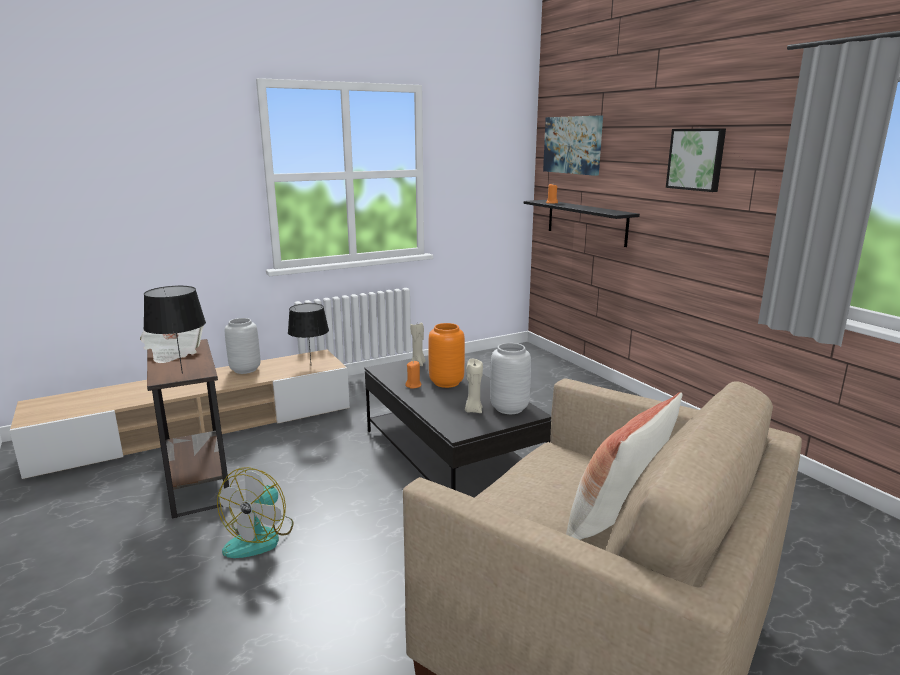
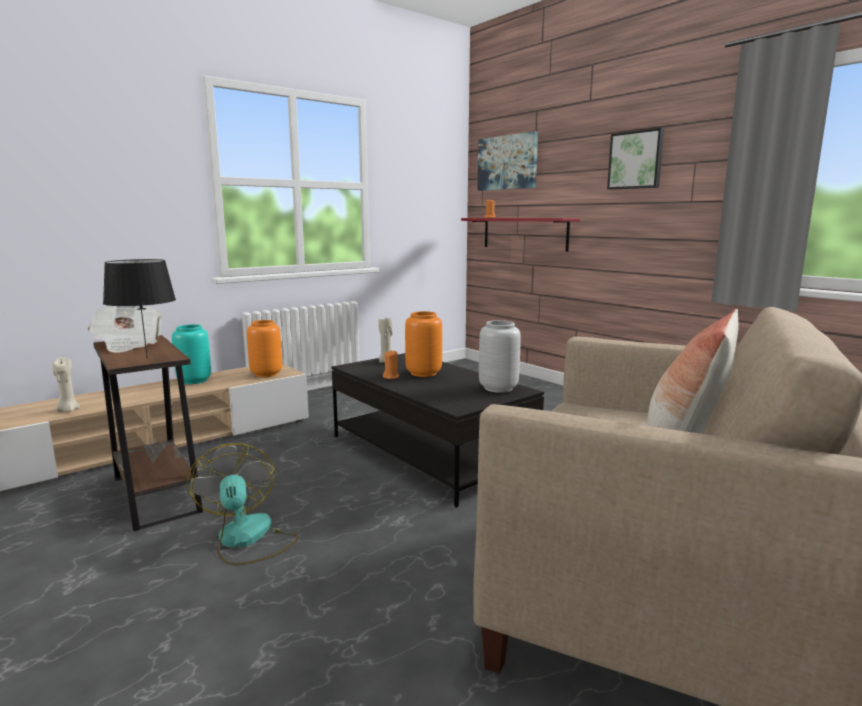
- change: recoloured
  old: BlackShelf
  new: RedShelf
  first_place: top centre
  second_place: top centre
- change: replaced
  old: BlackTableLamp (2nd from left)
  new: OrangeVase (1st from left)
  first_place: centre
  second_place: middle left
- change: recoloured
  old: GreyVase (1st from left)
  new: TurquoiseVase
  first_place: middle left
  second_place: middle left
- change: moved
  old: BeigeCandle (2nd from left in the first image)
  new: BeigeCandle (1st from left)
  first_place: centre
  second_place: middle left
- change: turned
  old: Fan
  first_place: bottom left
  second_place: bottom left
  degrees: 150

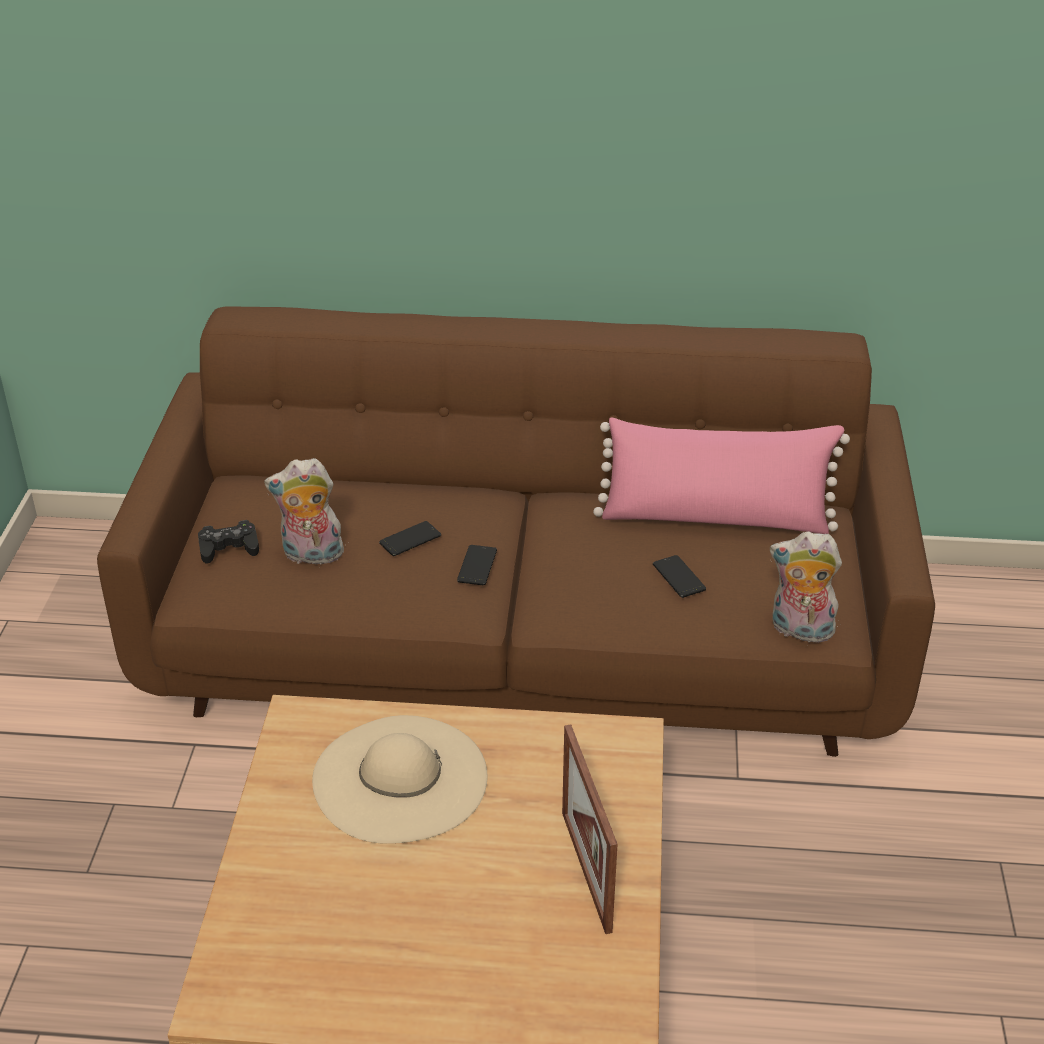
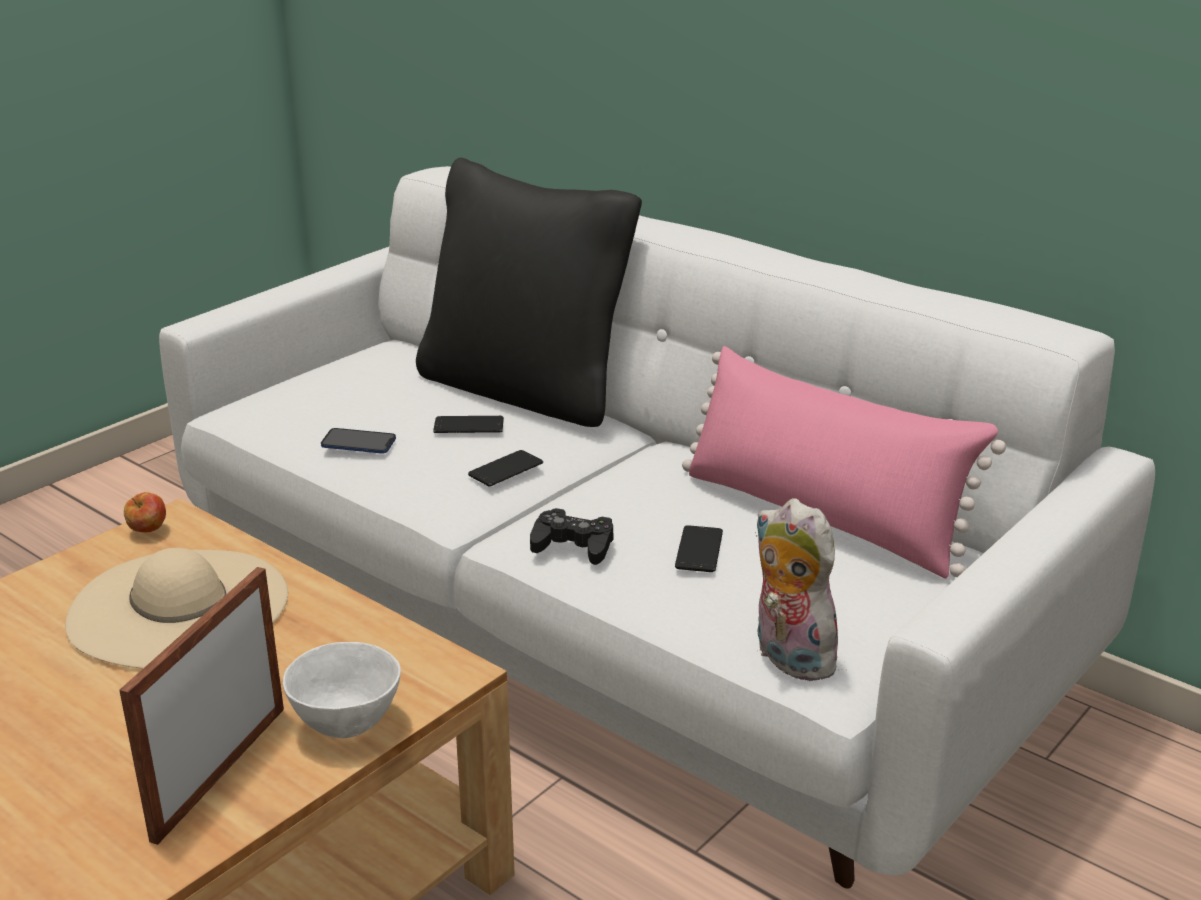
- change: recoloured
  old: BrownSofa
  new: WhiteSofa
  first_place: centre
  second_place: centre
- change: removed
  old: PlushToy (1st from left)
  first_place: middle left
- change: moved
  old: BlackGameController
  first_place: middle left
  second_place: centre
- change: added
  new: BlackPillow
  second_place: top centre
- change: added
  new: Phone (1st from left)
  second_place: middle left
- change: added
  new: Apple
  second_place: middle left
- change: added
  new: WhiteBowl
  second_place: bottom left

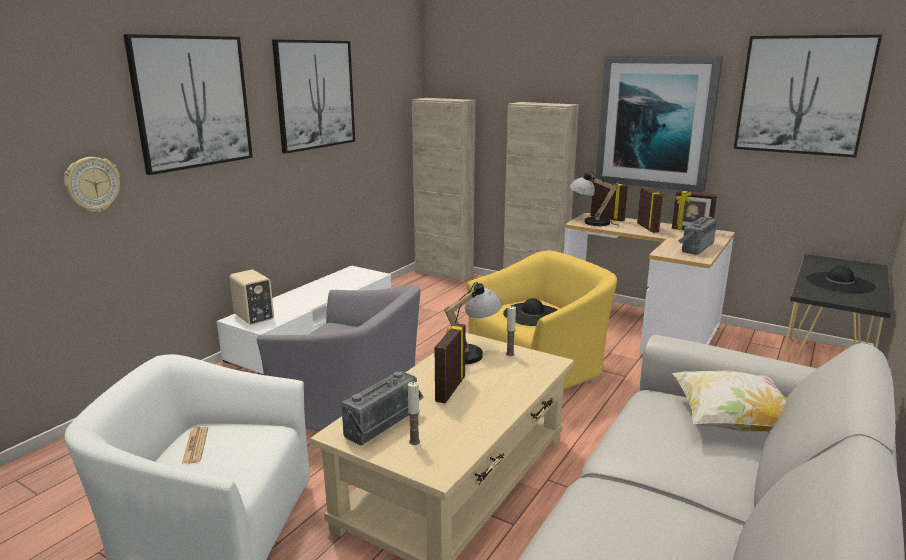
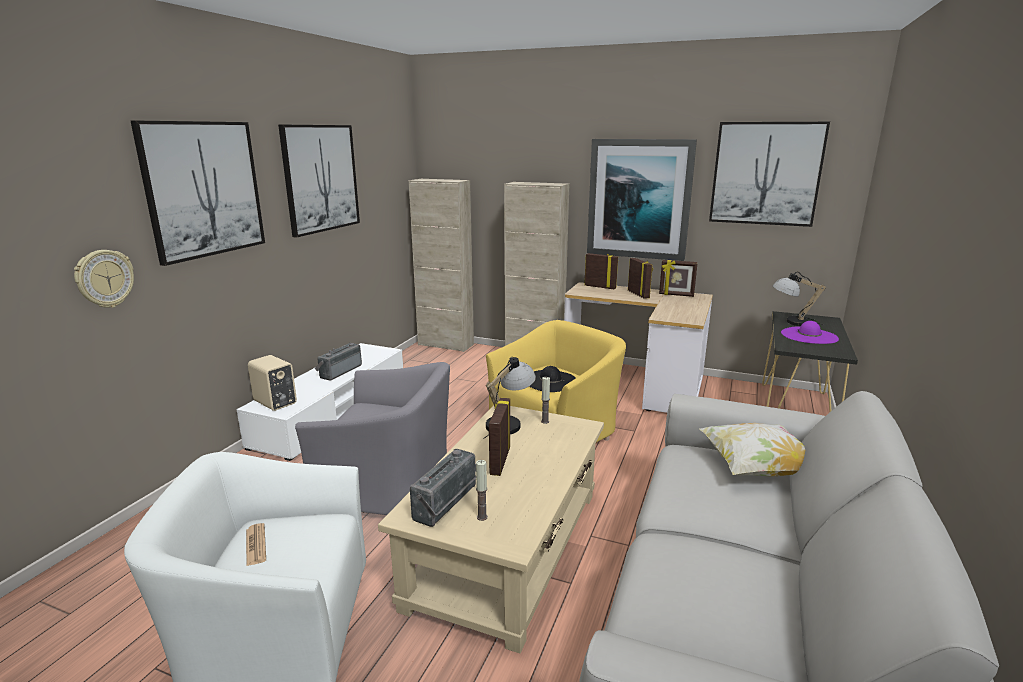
- change: moved
  old: TableLamp (2nd from left)
  first_place: centre
  second_place: middle right
- change: moved
  old: Radio (2nd from left in the first image)
  new: Radio (1st from left)
  first_place: middle right
  second_place: middle left
- change: recoloured
  old: BlackHat (2nd from left)
  new: PurpleHat
  first_place: middle right
  second_place: middle right

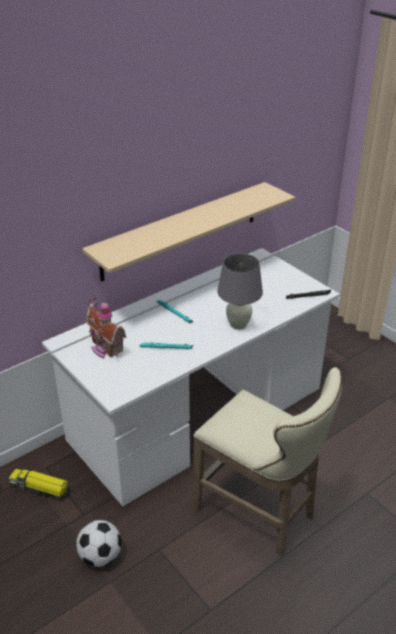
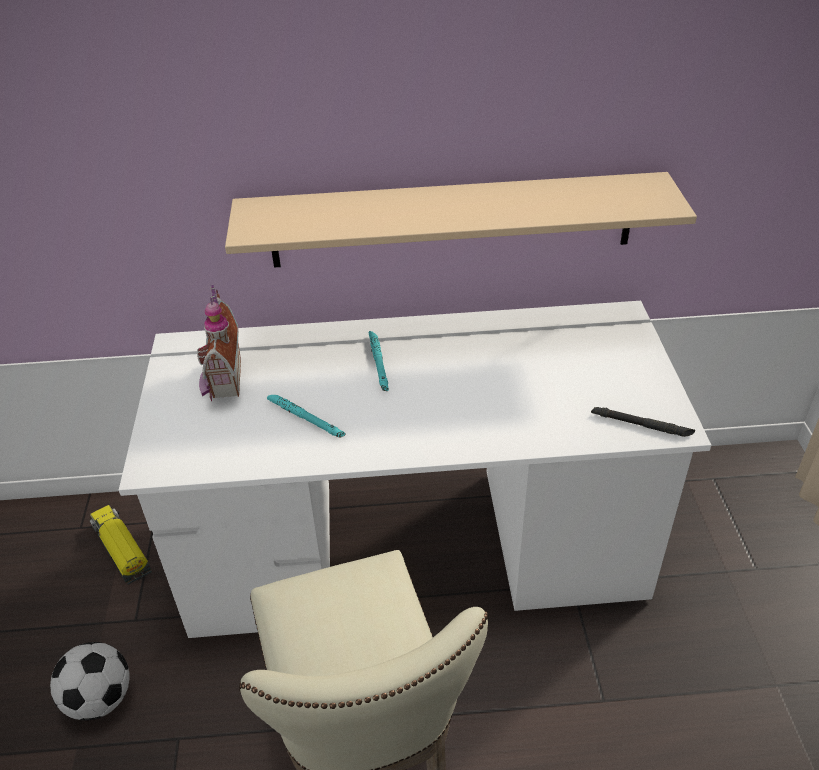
- change: removed
  old: GreyTableLamp
  first_place: centre

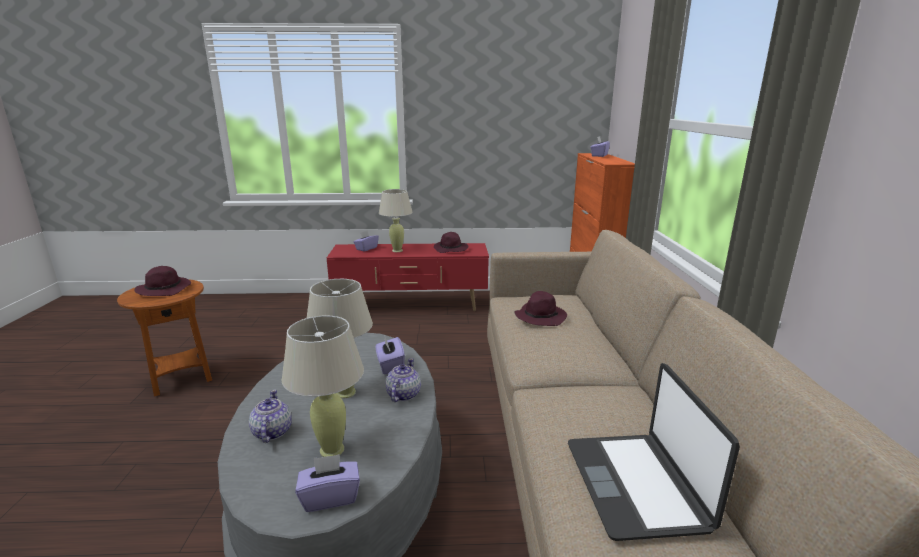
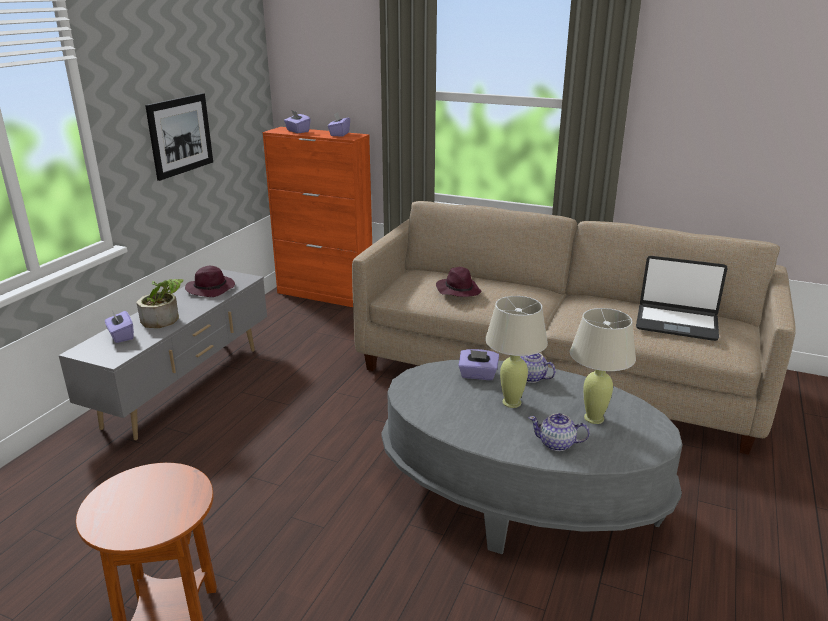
- change: replaced
  old: BeigeTableLamp (3rd from left)
  new: PottedPlant
  first_place: centre
  second_place: middle left
- change: recoloured
  old: RedTvStand
  new: GreyTvStand
  first_place: centre
  second_place: middle left
- change: removed
  old: PurpleHat (1st from left)
  first_place: middle left
- change: moved
  old: PurpleTissueBox (1st from left in the first image)
  new: PurpleTissueBox (3rd from left)
  first_place: bottom centre
  second_place: top centre
- change: added
  new: Picture
  second_place: top left

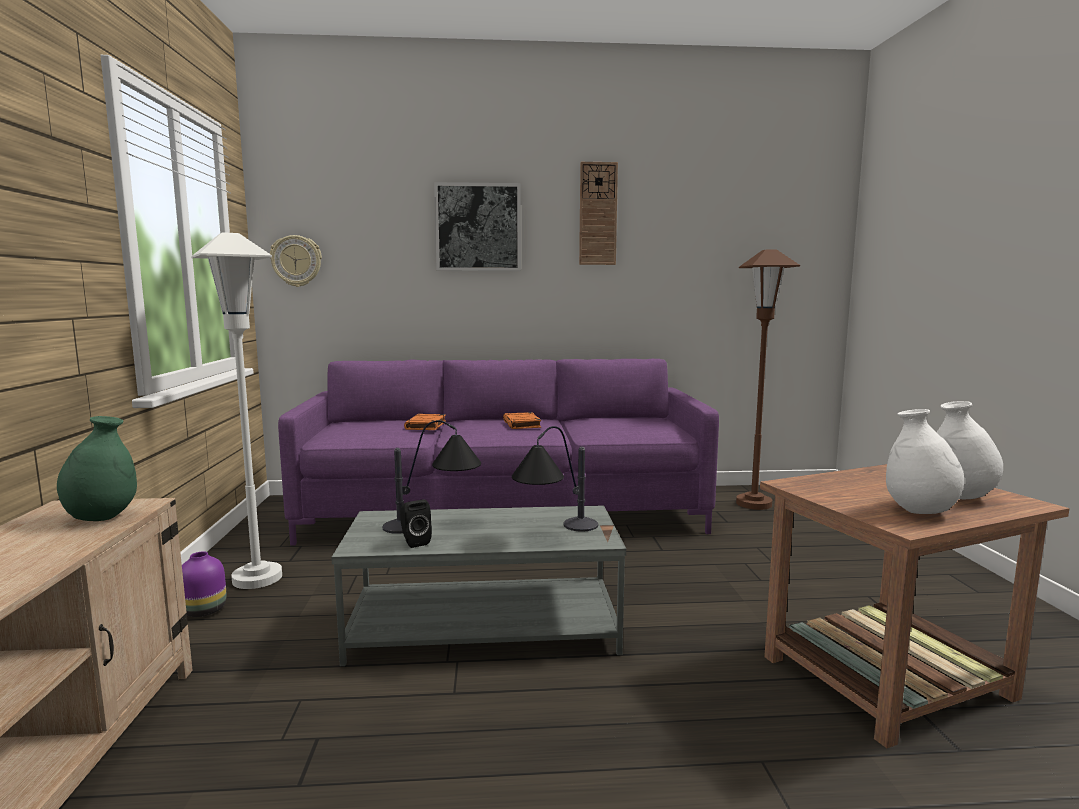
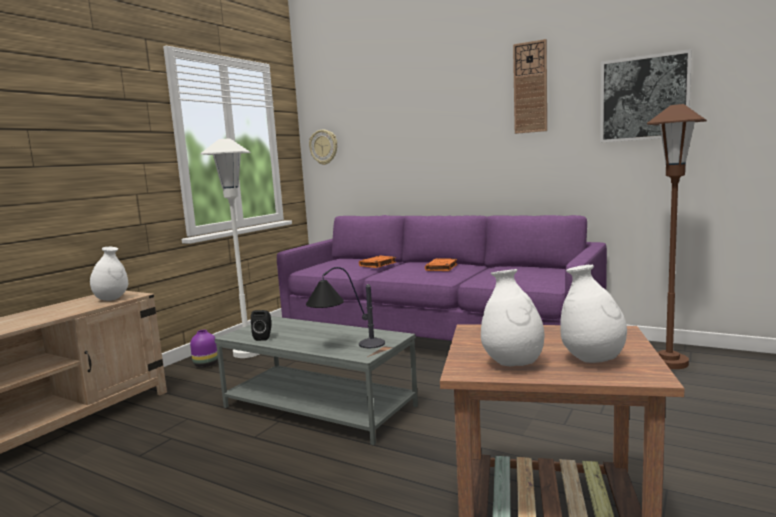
- change: moved
  old: Picture
  first_place: top centre
  second_place: top right
- change: recoloured
  old: GreenVase
  new: WhiteVase (1st from left)
  first_place: middle left
  second_place: middle left
- change: removed
  old: TableLamp (1st from left)
  first_place: centre

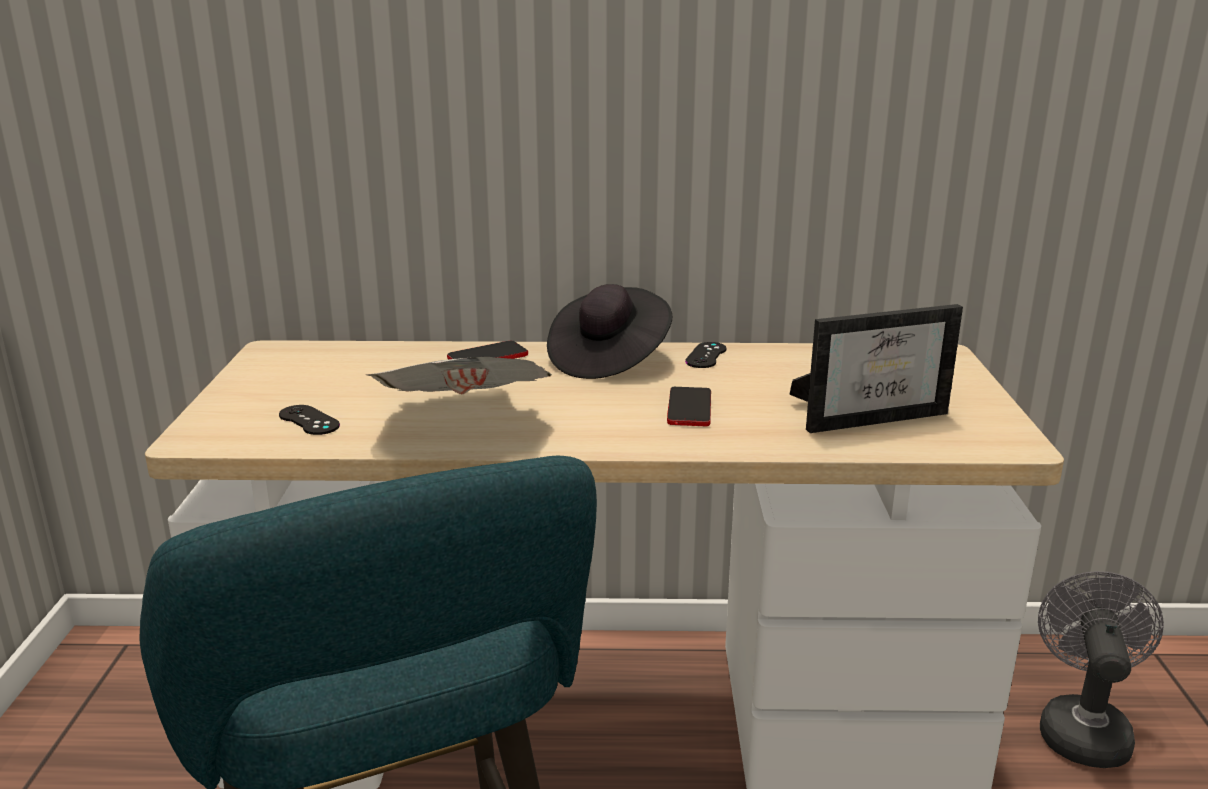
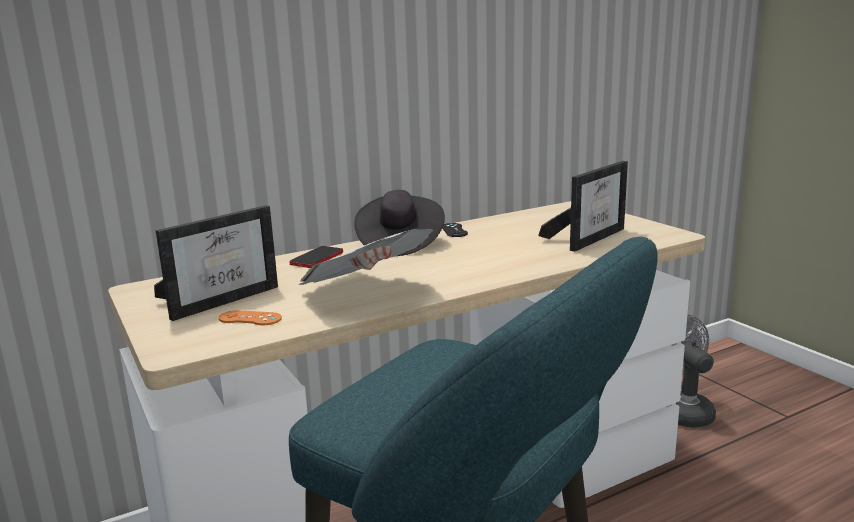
- change: removed
  old: Phone (2nd from left)
  first_place: centre
- change: recoloured
  old: BlackGameController (1st from left)
  new: OrangeGameController
  first_place: middle left
  second_place: middle left
- change: added
  new: PictureFrame (1st from left)
  second_place: middle left

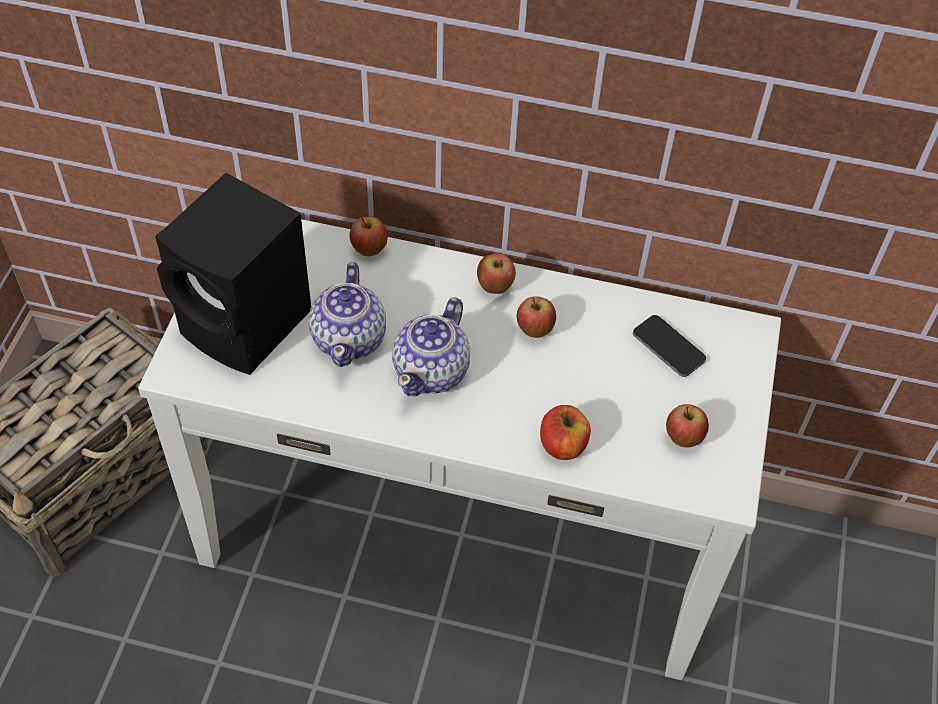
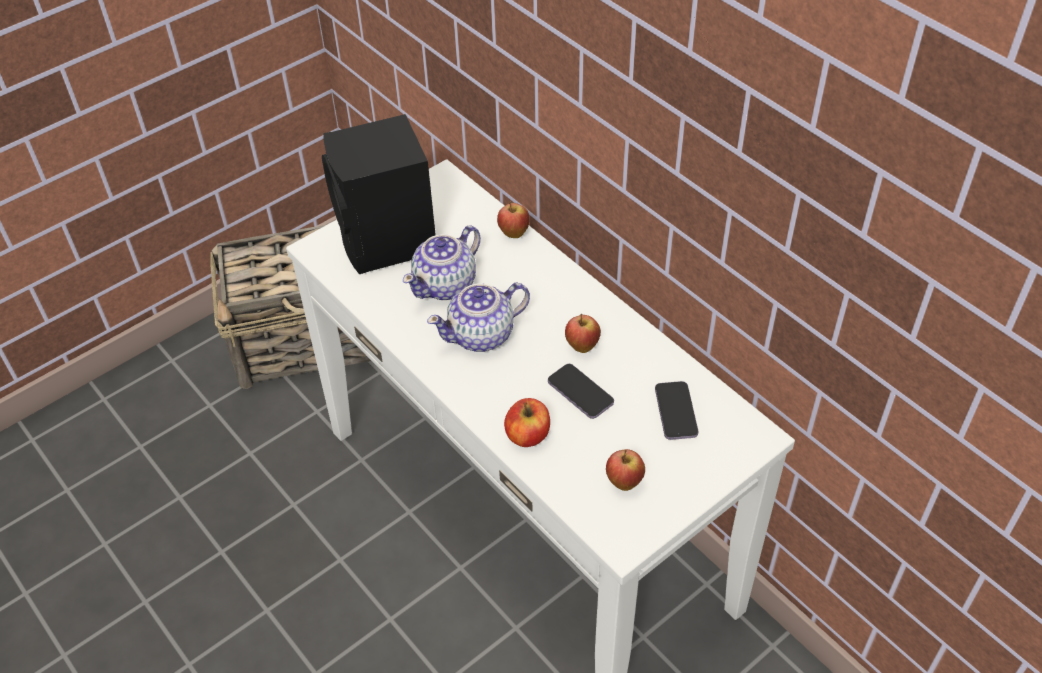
- change: removed
  old: Apple (2nd from left)
  first_place: centre
- change: added
  new: Phone (1st from left)
  second_place: centre

